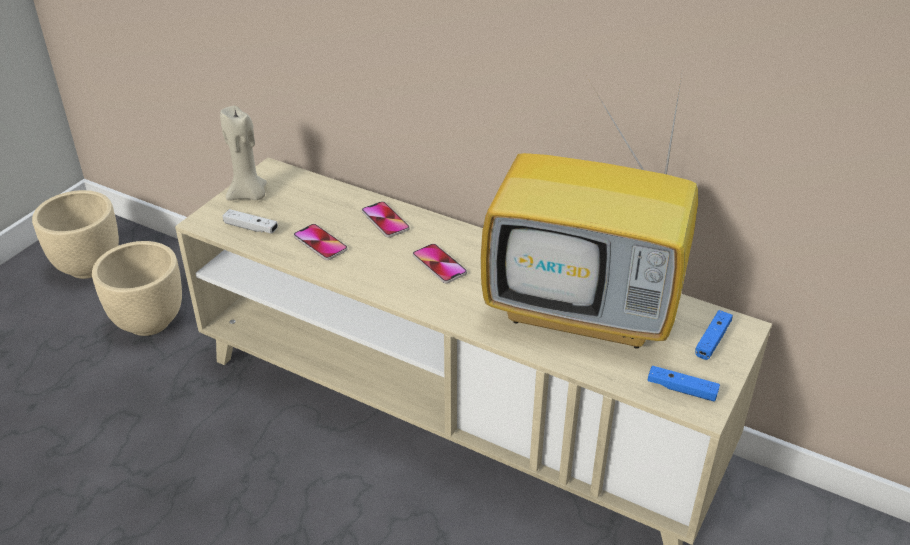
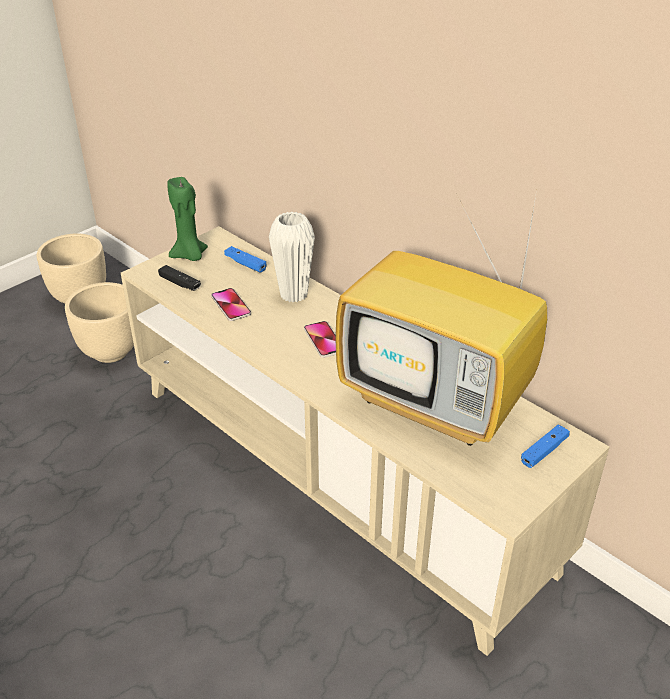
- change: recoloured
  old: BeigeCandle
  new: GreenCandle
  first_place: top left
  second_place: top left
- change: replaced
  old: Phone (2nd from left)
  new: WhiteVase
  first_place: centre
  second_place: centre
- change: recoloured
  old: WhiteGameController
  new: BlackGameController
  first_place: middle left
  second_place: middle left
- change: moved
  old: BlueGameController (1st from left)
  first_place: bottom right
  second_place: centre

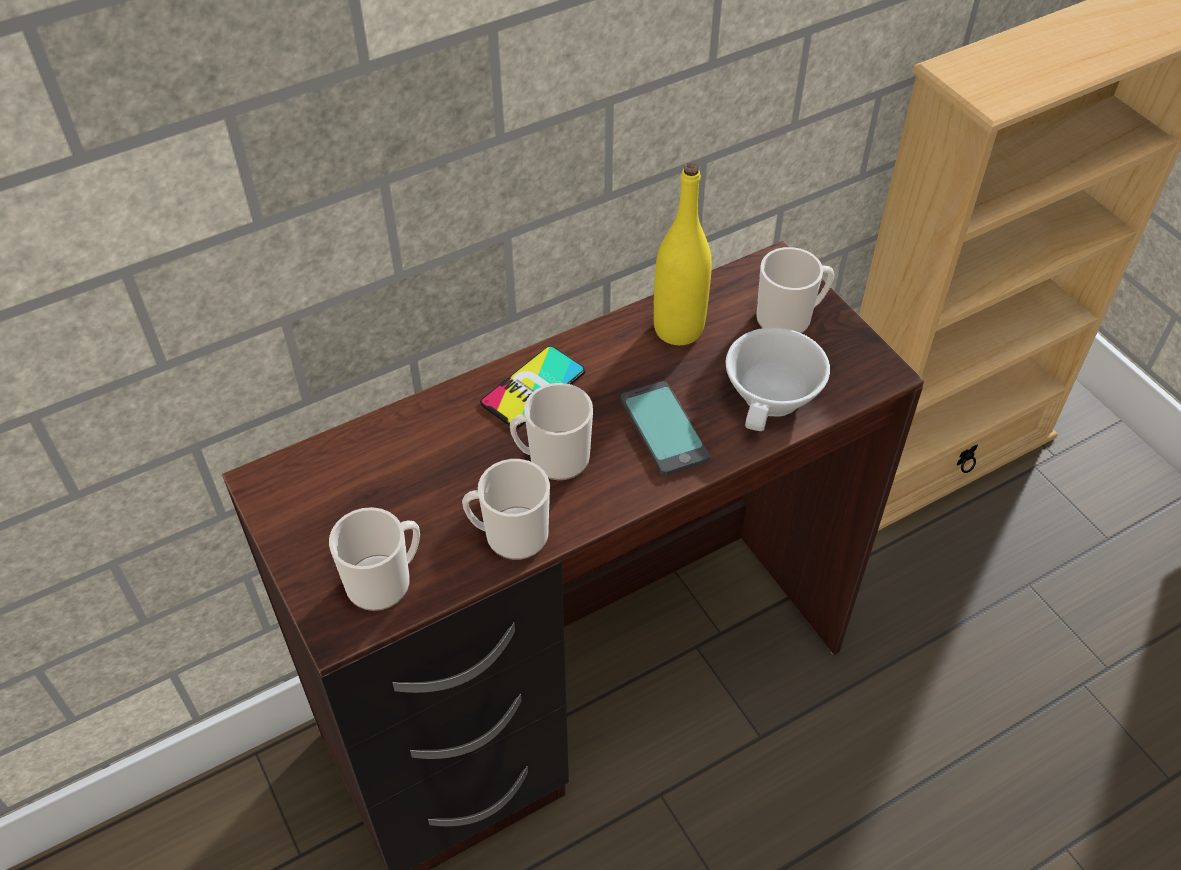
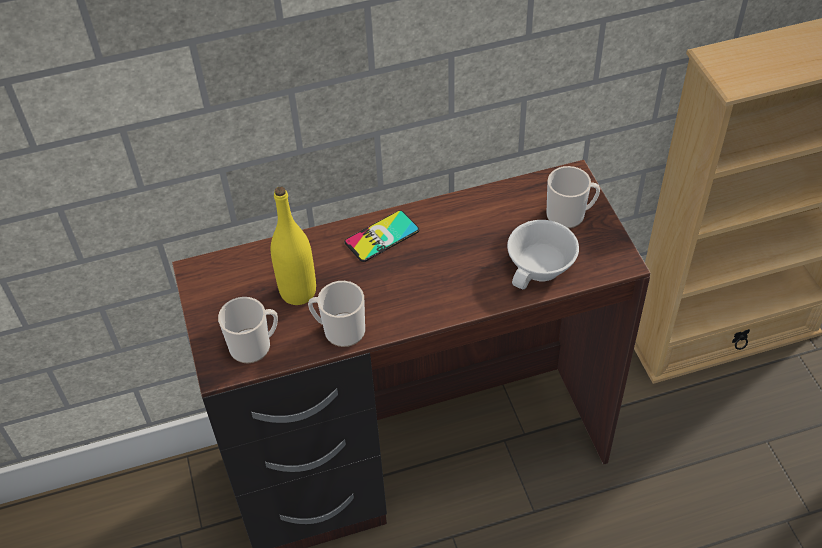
- change: moved
  old: YellowBottle
  first_place: top centre
  second_place: centre
- change: removed
  old: Phone (2nd from left)
  first_place: centre
- change: removed
  old: Mug (3rd from left)
  first_place: centre

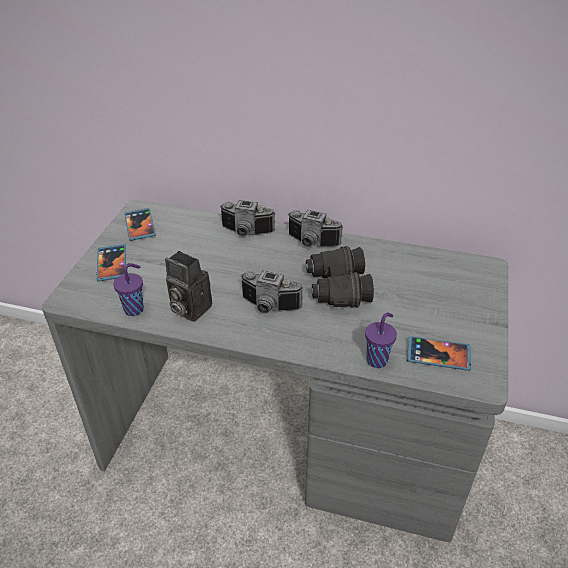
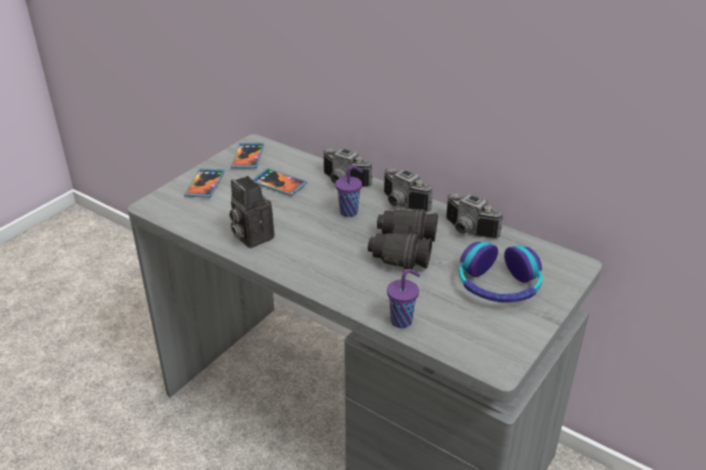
- change: moved
  old: PurpleCup (1st from left)
  first_place: middle left
  second_place: centre
- change: moved
  old: PhotoCamera (3rd from left in the first image)
  new: PhotoCamera (4th from left)
  first_place: centre
  second_place: middle right
- change: moved
  old: Phone (3rd from left)
  first_place: middle right
  second_place: centre
- change: added
  new: Headphones
  second_place: middle right

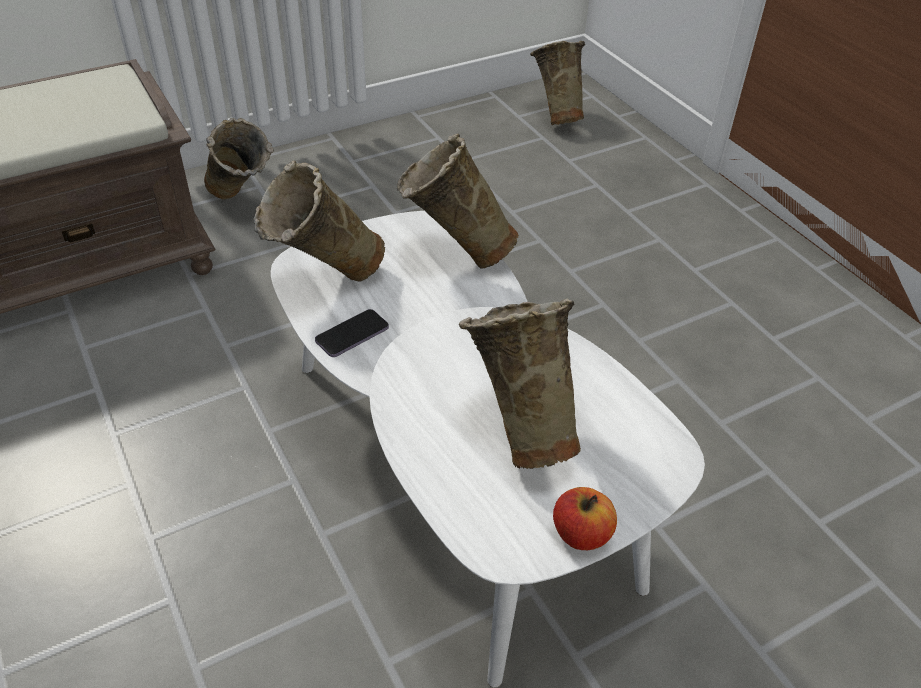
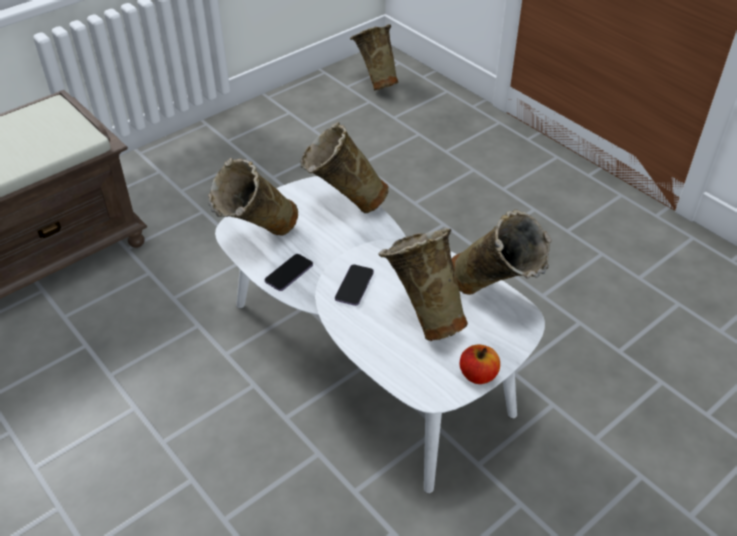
- change: moved
  old: BeigeVase (1st from left in the first image)
  new: BeigeVase (5th from left)
  first_place: top left
  second_place: middle right
- change: added
  new: Phone (2nd from left)
  second_place: centre

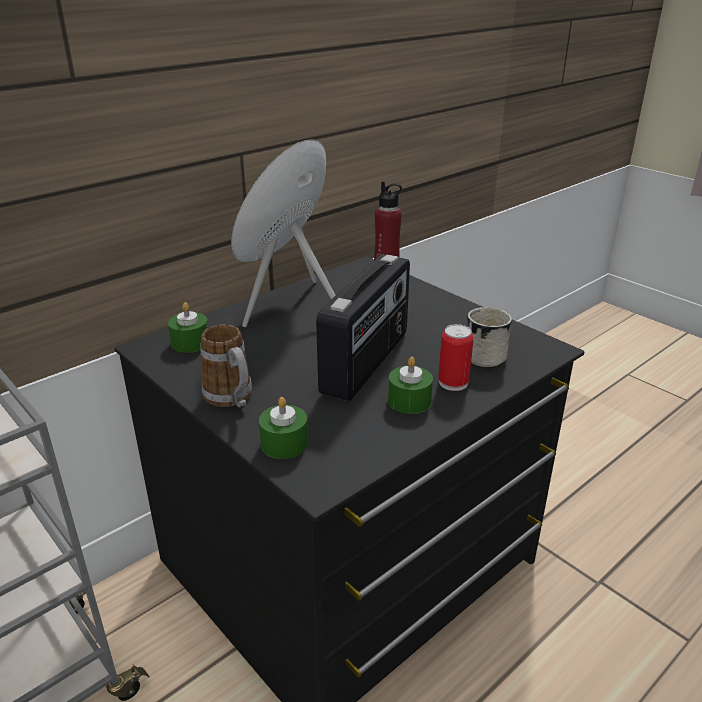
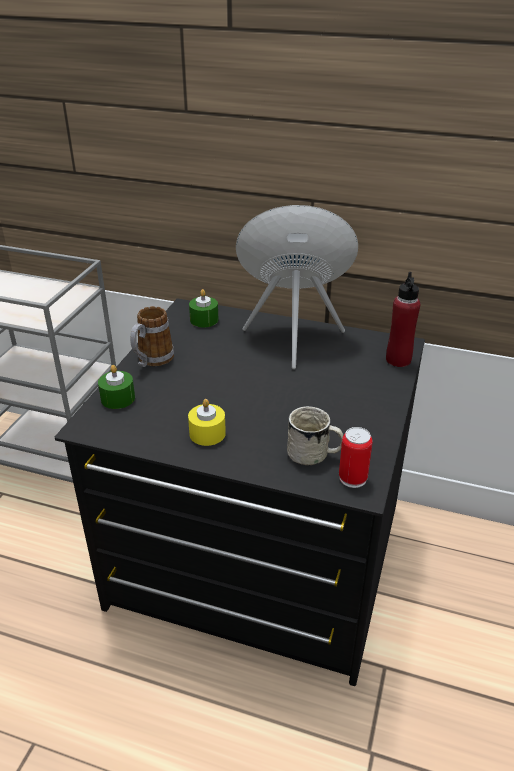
- change: removed
  old: Radio
  first_place: centre
- change: moved
  old: Can
  first_place: centre
  second_place: middle right
- change: recoloured
  old: GreenCandle (3rd from left)
  new: YellowCandle
  first_place: centre
  second_place: centre

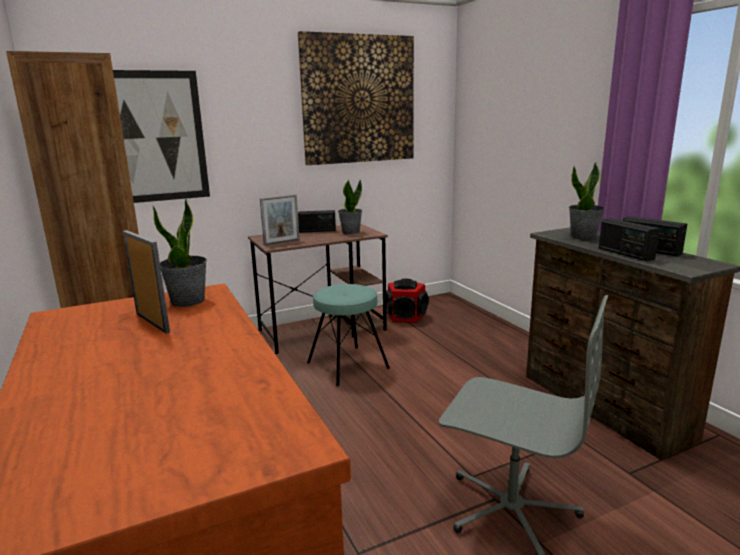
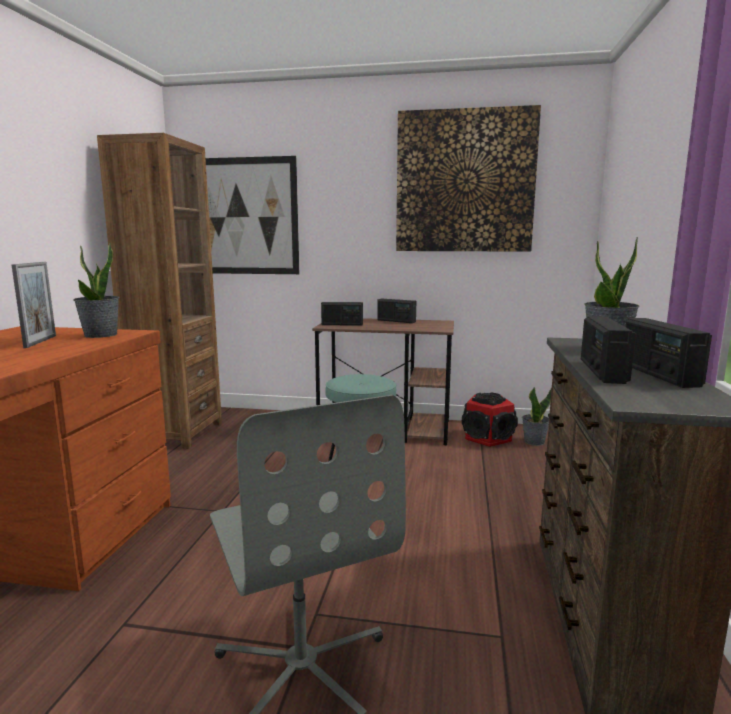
- change: moved
  old: PottedPlant (2nd from left)
  first_place: centre
  second_place: middle right
- change: replaced
  old: PictureFrame (2nd from left)
  new: Radio (1st from left)
  first_place: centre
  second_place: centre

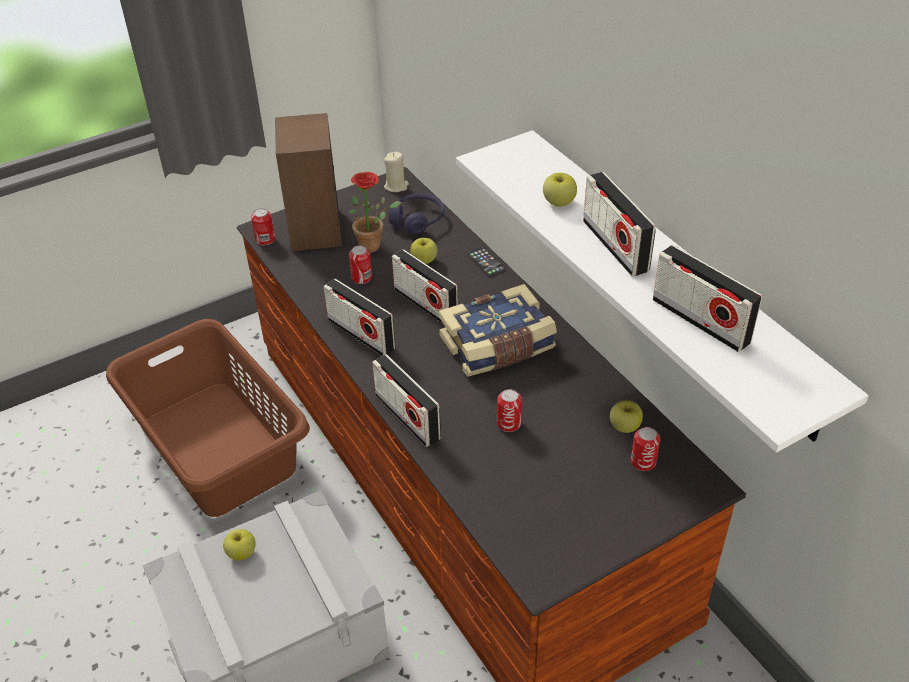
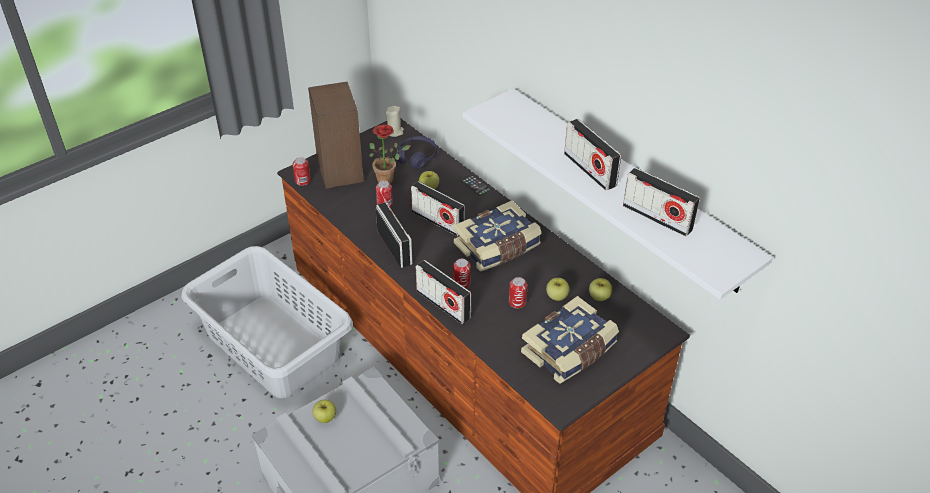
- change: moved
  old: Apple (3rd from left)
  first_place: top centre
  second_place: centre
- change: turned
  old: Radio (1st from left)
  first_place: centre
  second_place: centre
  degrees: -150
- change: recoloured
  old: BrownLaundryBasket
  new: GreyLaundryBasket
  first_place: middle left
  second_place: middle left
- change: moved
  old: Can (4th from left in the first image)
  new: Can (3rd from left)
  first_place: middle right
  second_place: centre
- change: added
  new: Book (2nd from left)
  second_place: bottom centre

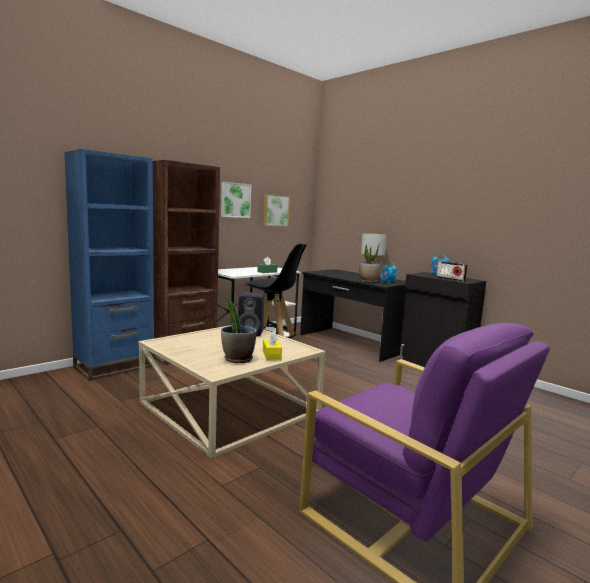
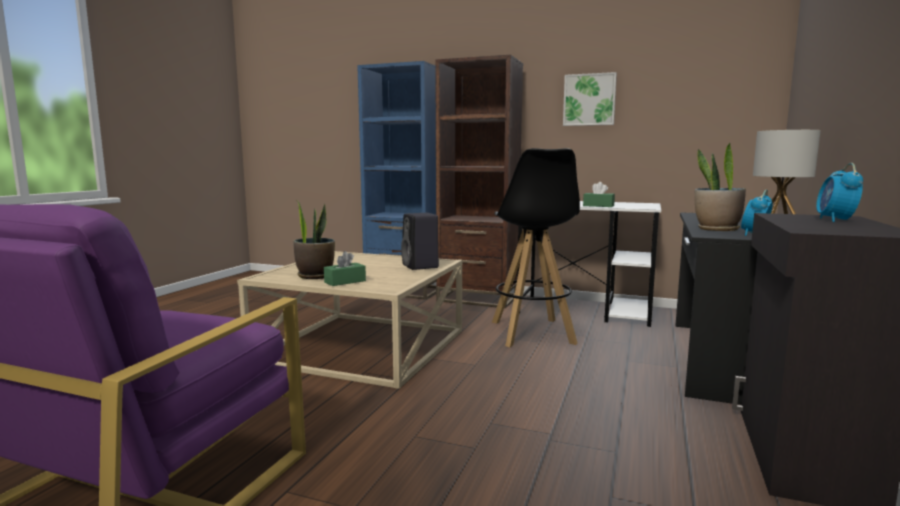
- change: removed
  old: Picture (2nd from left)
  first_place: centre
- change: removed
  old: Radio
  first_place: middle right
- change: recoloured
  old: YellowTissueBox
  new: GreenTissueBox (1st from left)
  first_place: centre
  second_place: centre

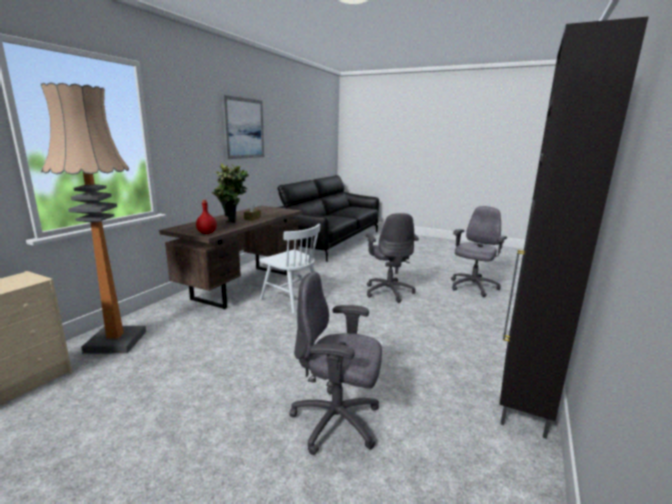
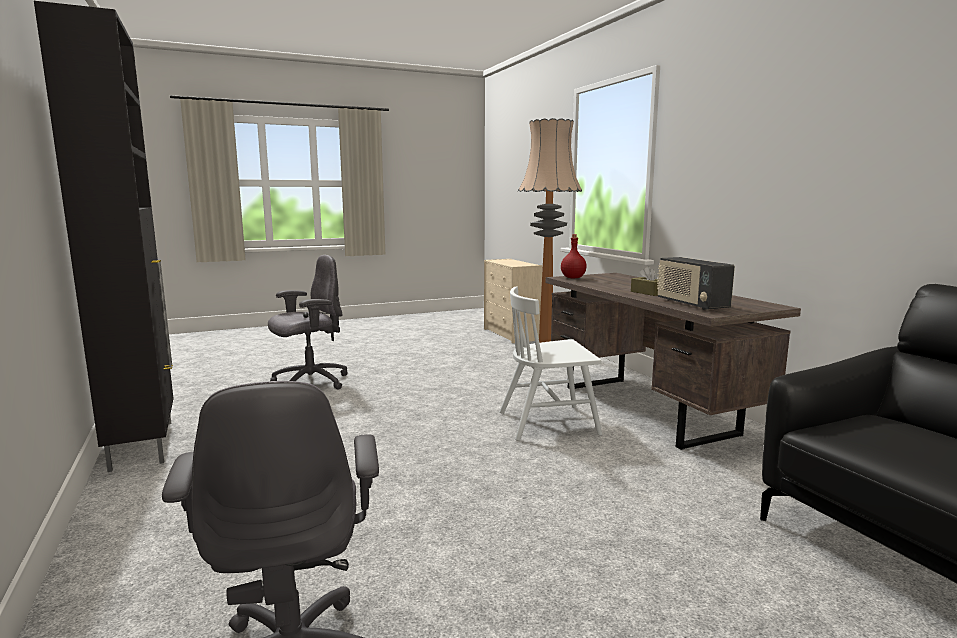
- change: removed
  old: Picture
  first_place: top centre
- change: removed
  old: PottedPlant
  first_place: centre
- change: removed
  old: GreyOfficeChair (2nd from left)
  first_place: centre
- change: added
  new: Radio
  second_place: middle right

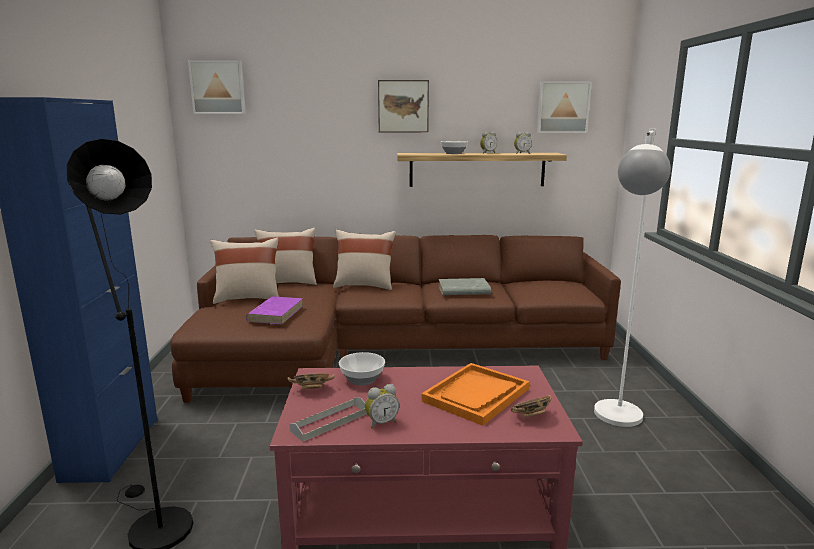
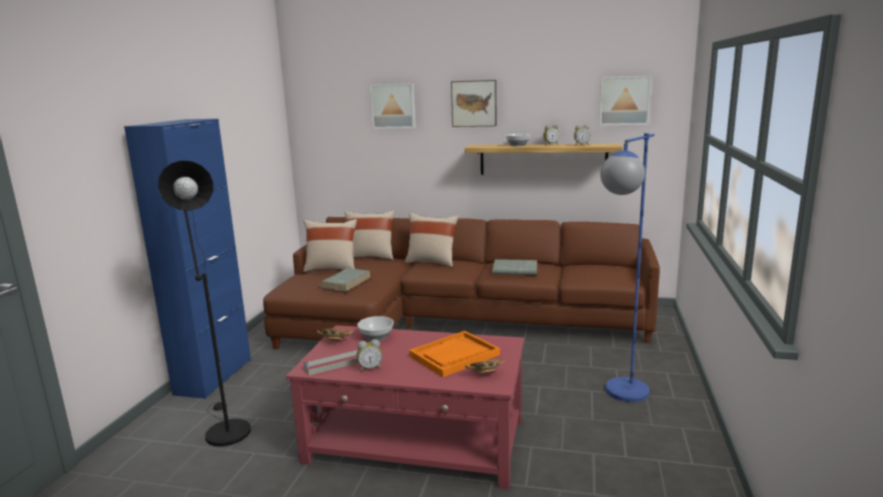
- change: moved
  old: Picture (1st from left)
  first_place: top left
  second_place: top centre
- change: recoloured
  old: WhiteFloorLamp
  new: BlueFloorLamp
  first_place: middle right
  second_place: middle right
- change: recoloured
  old: PurpleBook
  new: GreyBook (1st from left)
  first_place: centre
  second_place: centre

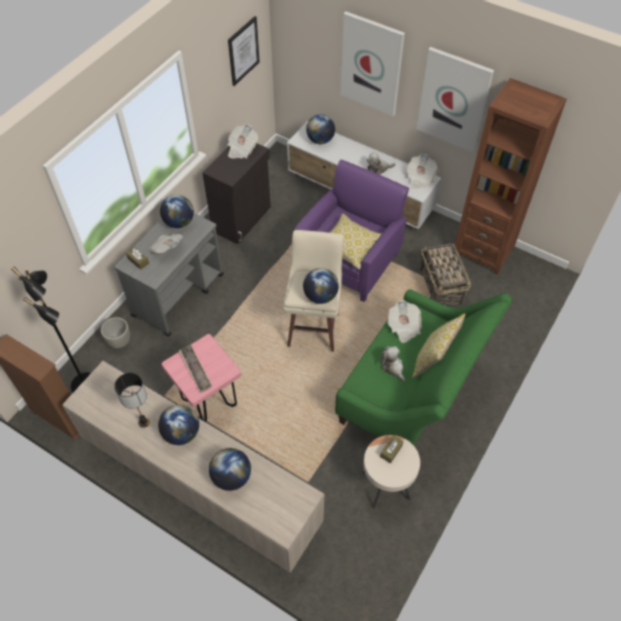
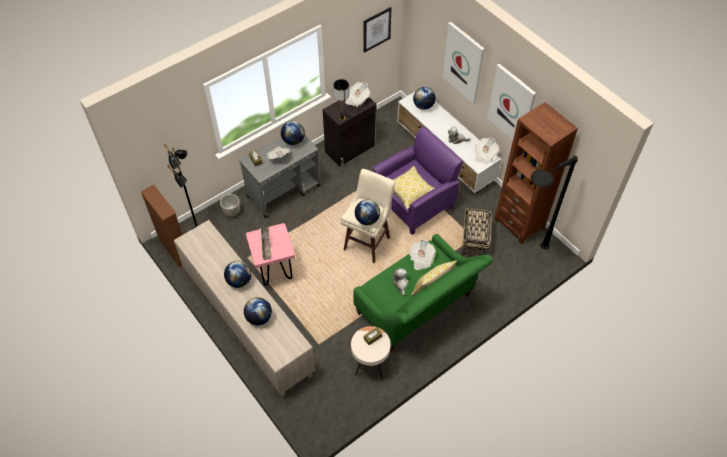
- change: moved
  old: TableLamp
  first_place: middle left
  second_place: top centre
- change: added
  new: BlackFloorLamp (2nd from left)
  second_place: middle right

